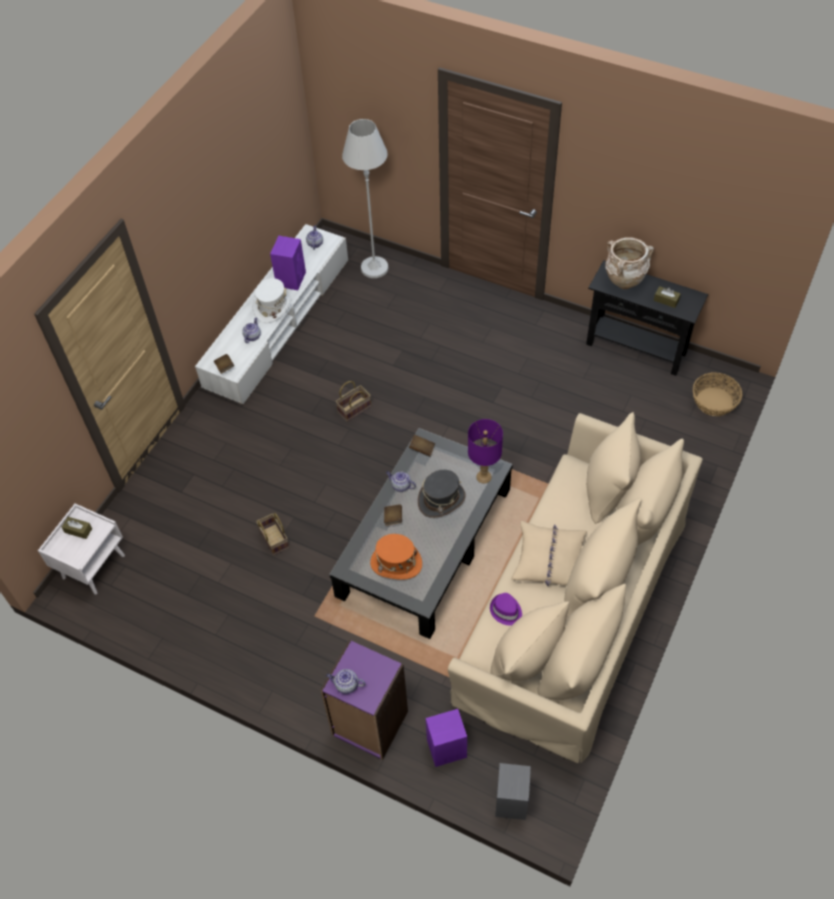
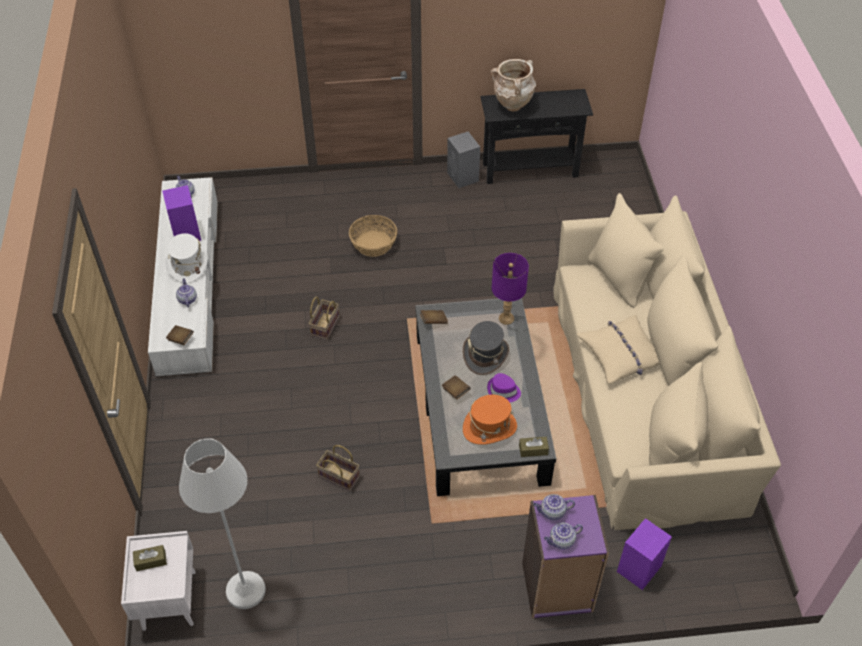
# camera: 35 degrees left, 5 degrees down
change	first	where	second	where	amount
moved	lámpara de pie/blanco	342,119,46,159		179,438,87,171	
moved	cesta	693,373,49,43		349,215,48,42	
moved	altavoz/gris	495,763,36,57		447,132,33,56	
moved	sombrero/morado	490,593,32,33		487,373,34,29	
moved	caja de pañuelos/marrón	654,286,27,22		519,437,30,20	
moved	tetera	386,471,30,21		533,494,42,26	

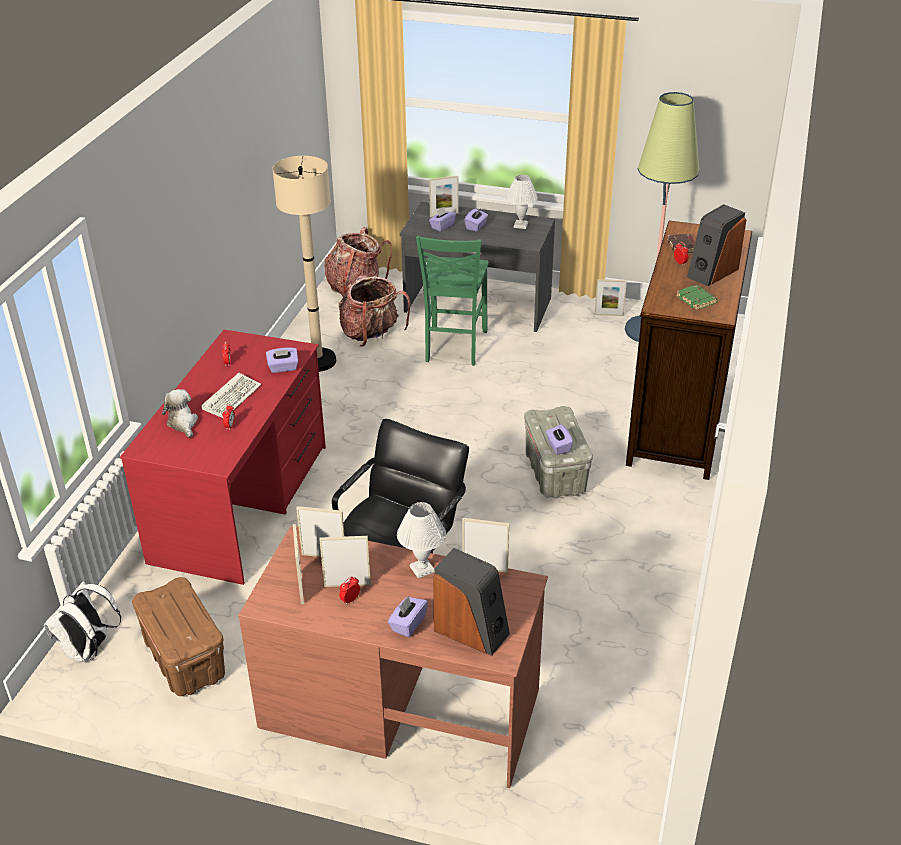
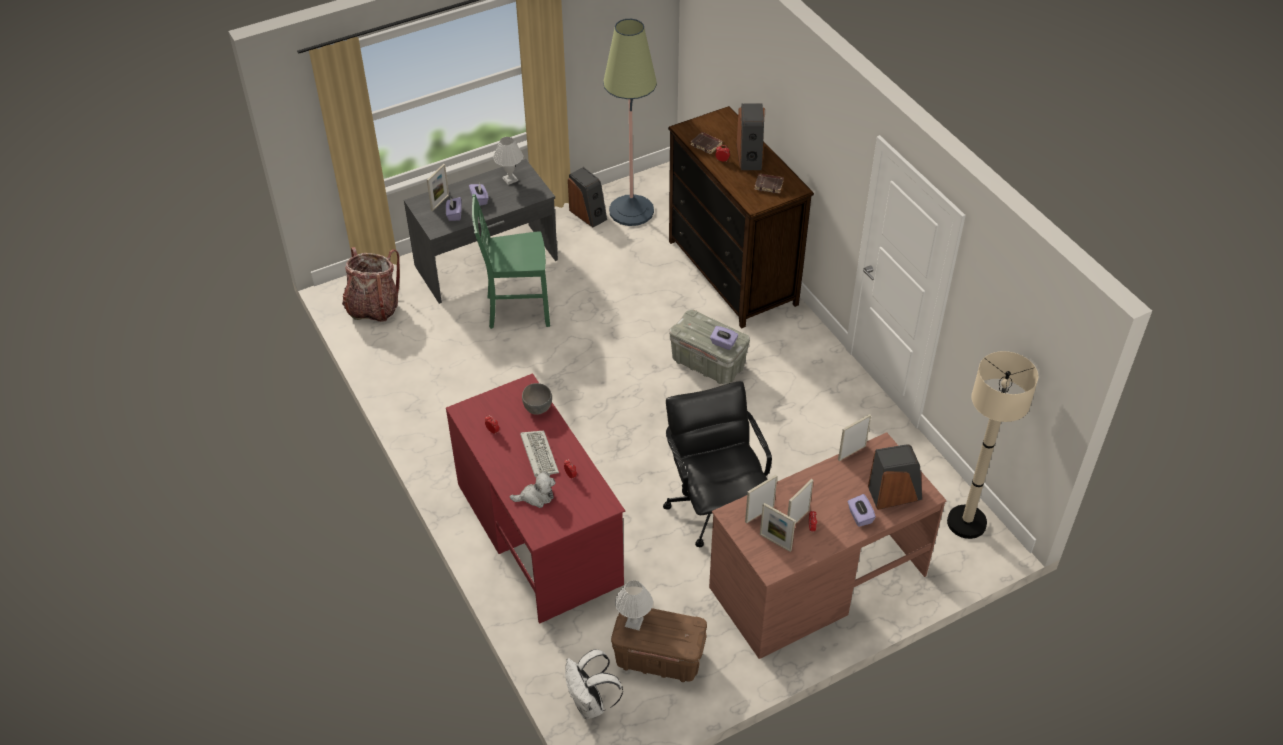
# camera: 45 degrees left, 10 degrees up
change	first	where	second	where	amount
turned	silla/verde	416,236,73,130		472,194,78,135	120 degrees clockwise
turned	peluche	162,389,36,49		510,471,45,37	150 degrees clockwise
replaced	caja de pañuelos/morado	266,347,32,26	cuenco/gris	522,383,30,32	
replaced	portarretratos	595,279,32,37	altavoz	568,167,39,61	
moved	lámpara de mesa/blanco	397,502,49,76		615,580,38,50	
recoloured	libro/verde	676,285,42,25	libro/marrón	754,174,30,20	
moved	lámpara de pie/beis	272,156,64,216		947,351,91,188	
removed	mochila	339,275,72,72			

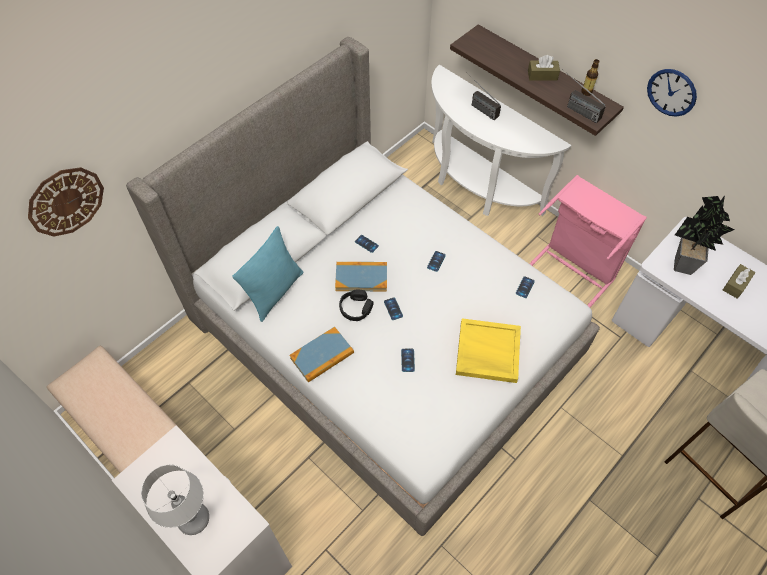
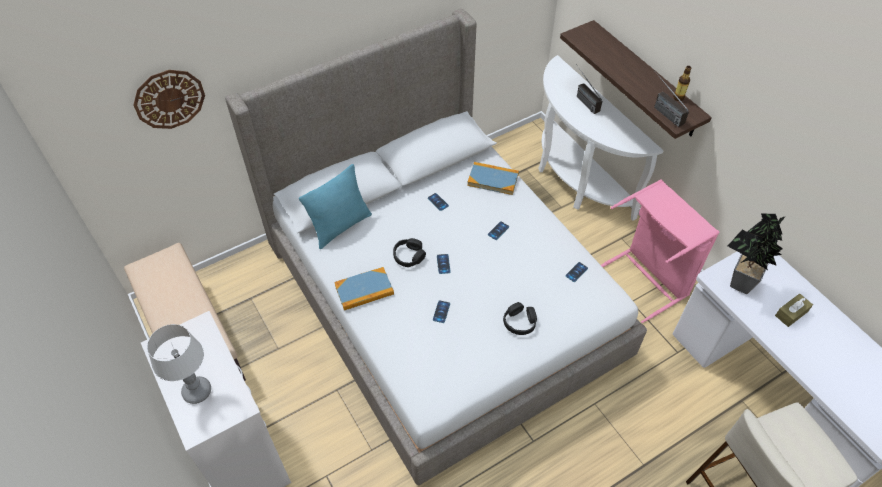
# camera: 15 degrees right, 5 degrees down
change	first	where	second	where	amount
moved	libro	335,262,52,29		467,162,52,33	
replaced	bandeja/amarillo	456,318,65,65	auriculares/negro	503,302,34,33	
removed	caja de pañuelos/marrón	528,55,32,26			
removed	reloj de pared	647,69,50,48			

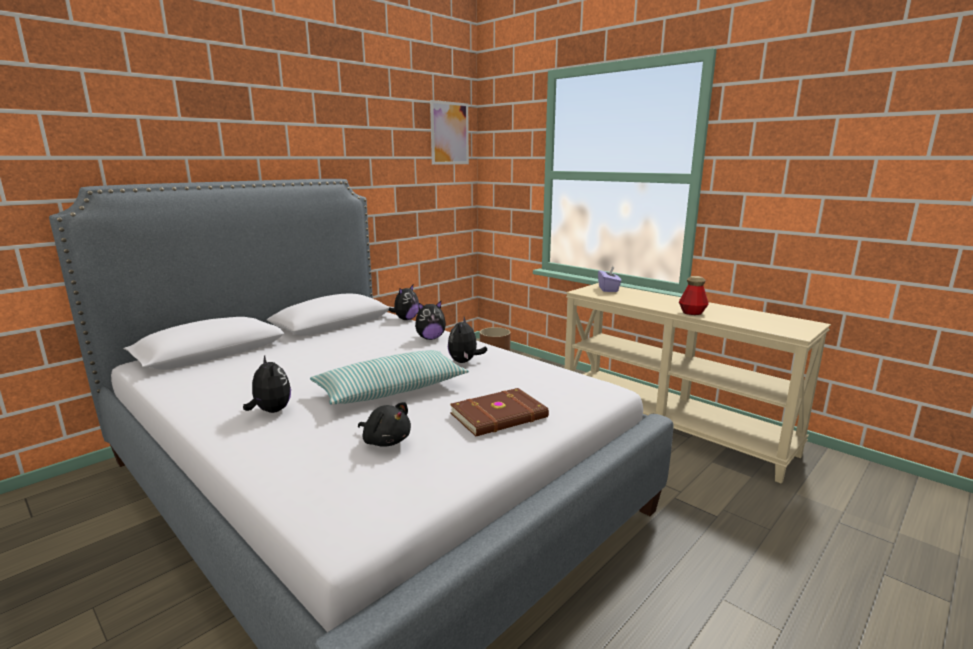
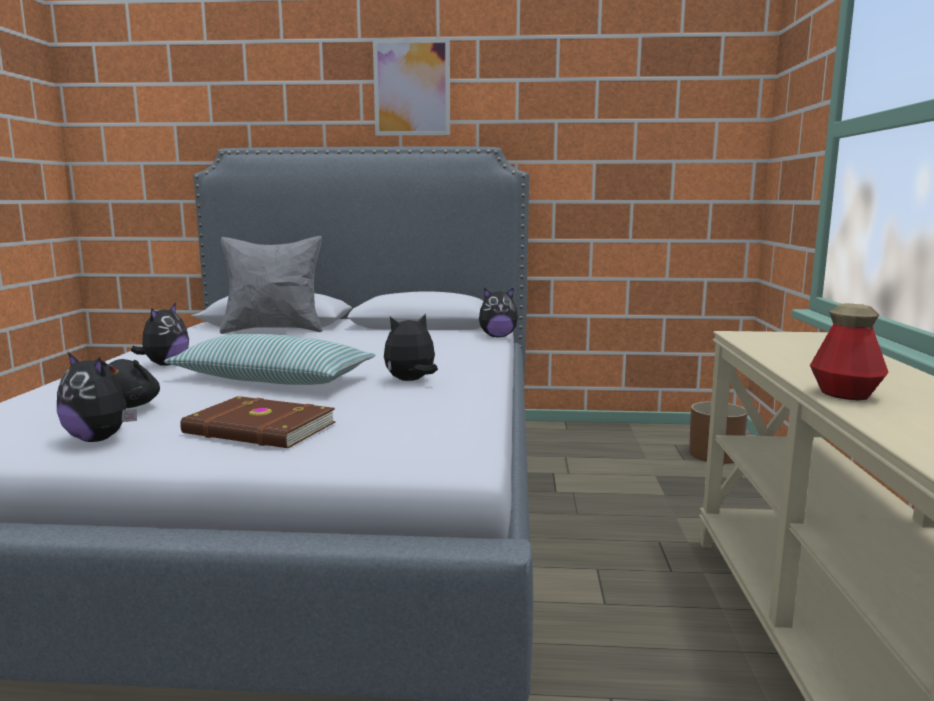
# camera: 50 degrees right, 5 degrees down
change	first	where	second	where	amount
moved	peluche	415,301,31,39		57,351,80,91	
added			cojín/gris	220,236,103,98	
moved	cuadro	430,100,39,65		373,38,77,98	
removed	caja de pañuelos/morado	598,266,23,26			

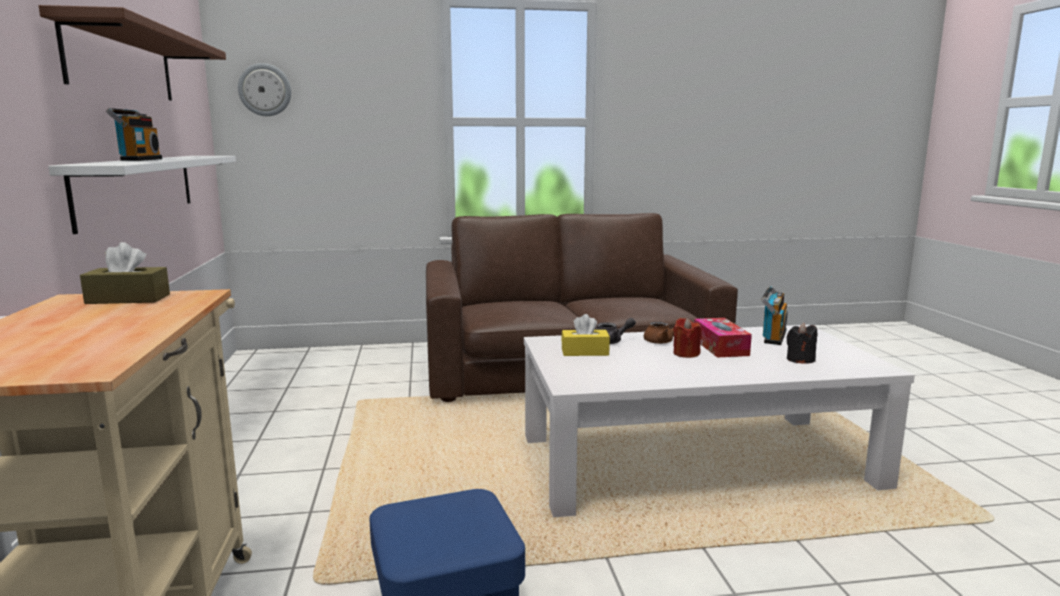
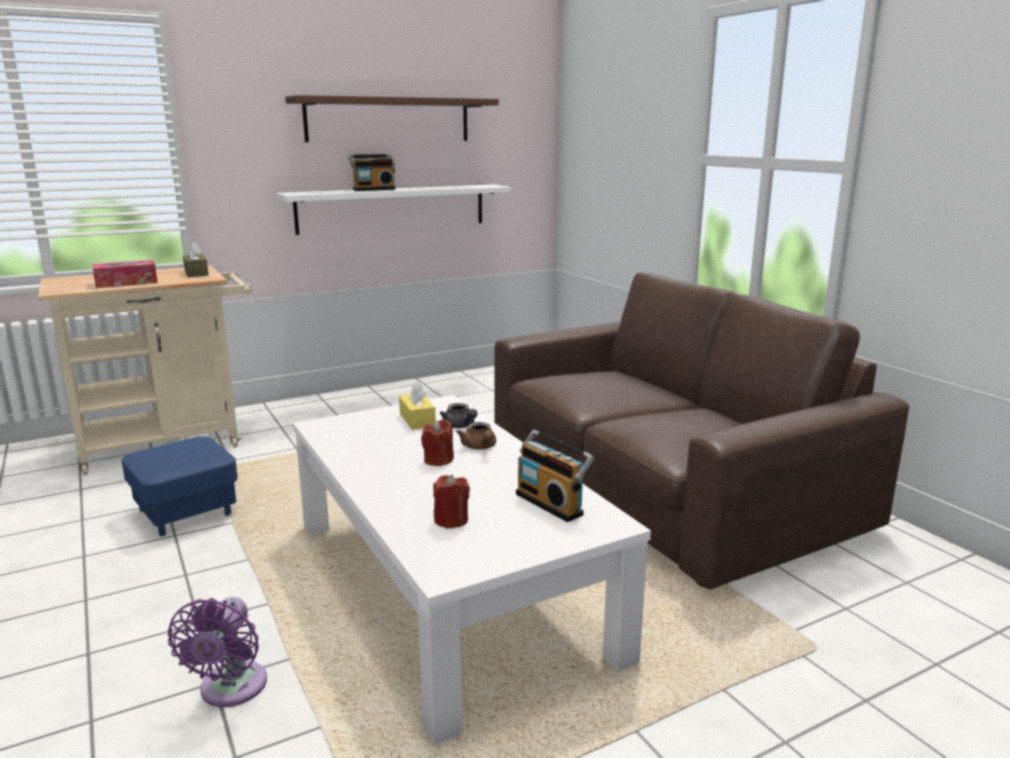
# camera: 70 degrees right, 5 degrees up
change	first	where	second	where	amount
moved	caja de pañuelos	694,318,58,39		92,260,66,28	
added			ventilador/morado	168,597,99,110	
recoloured	vela/negro	787,323,30,40	vela/rojo	433,474,37,55	
turned	radio	761,286,26,59		516,430,78,92	45 degrees clockwise
removed	reloj de pared	238,63,53,53			

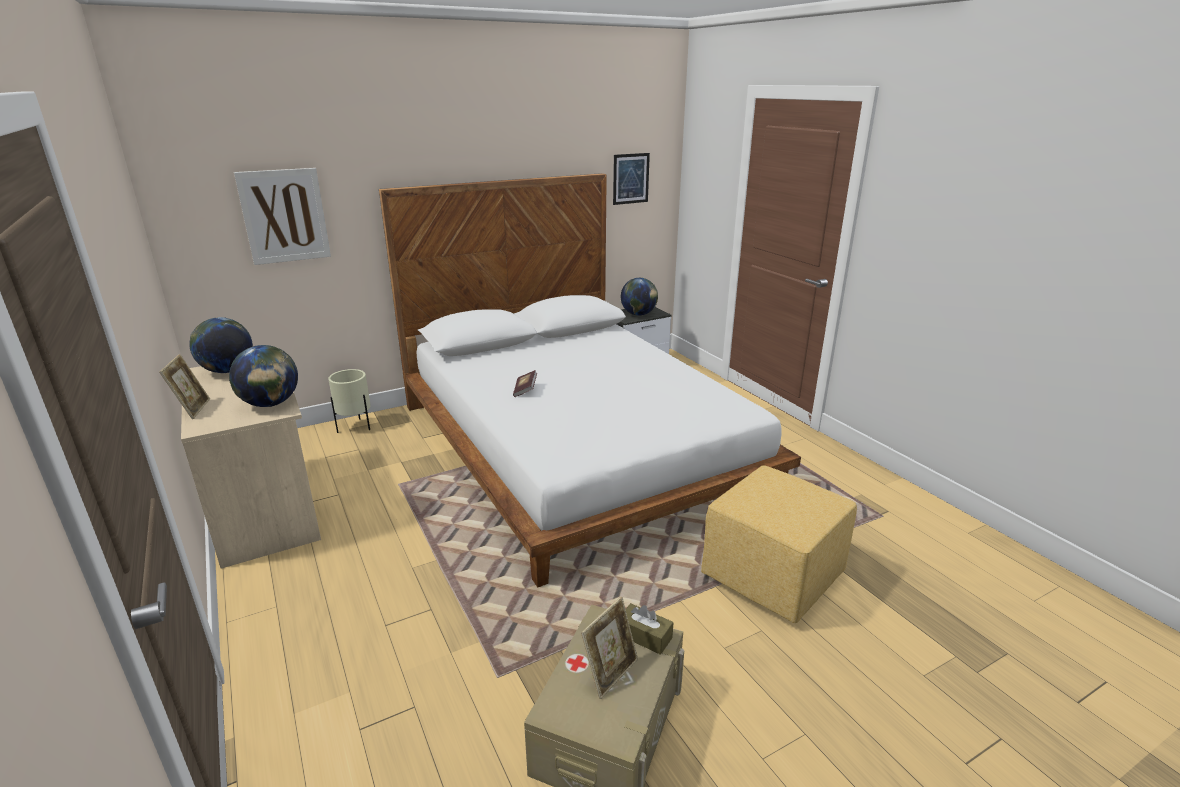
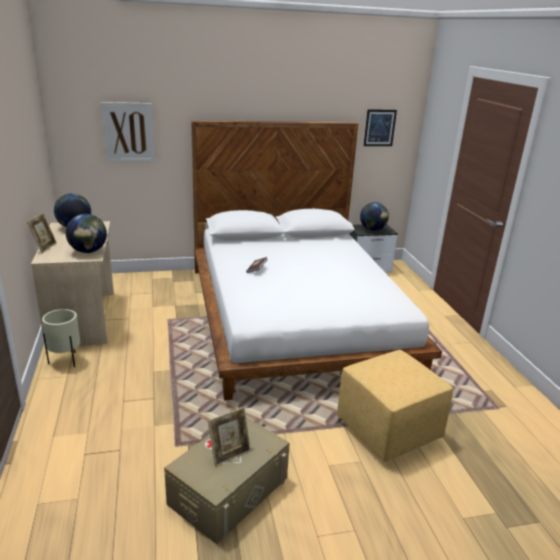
# camera: 15 degrees right, 0 degrees up
change	first	where	second	where	amount
moved	maceta/beis	328,369,43,64		42,309,38,58	
removed	caja de pañuelos/marrón	626,603,48,52			

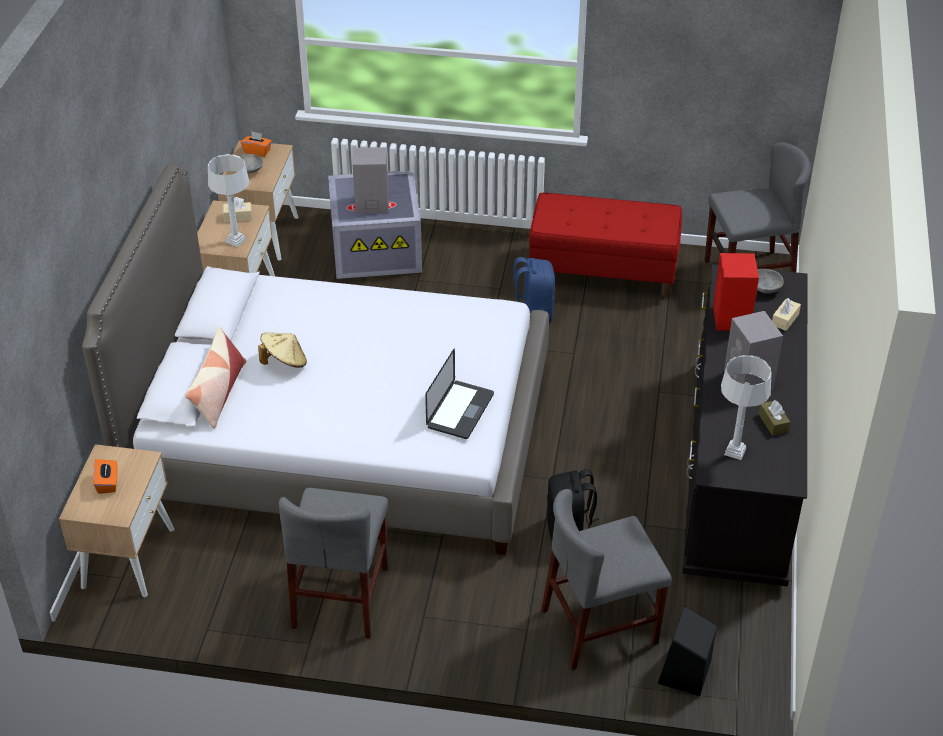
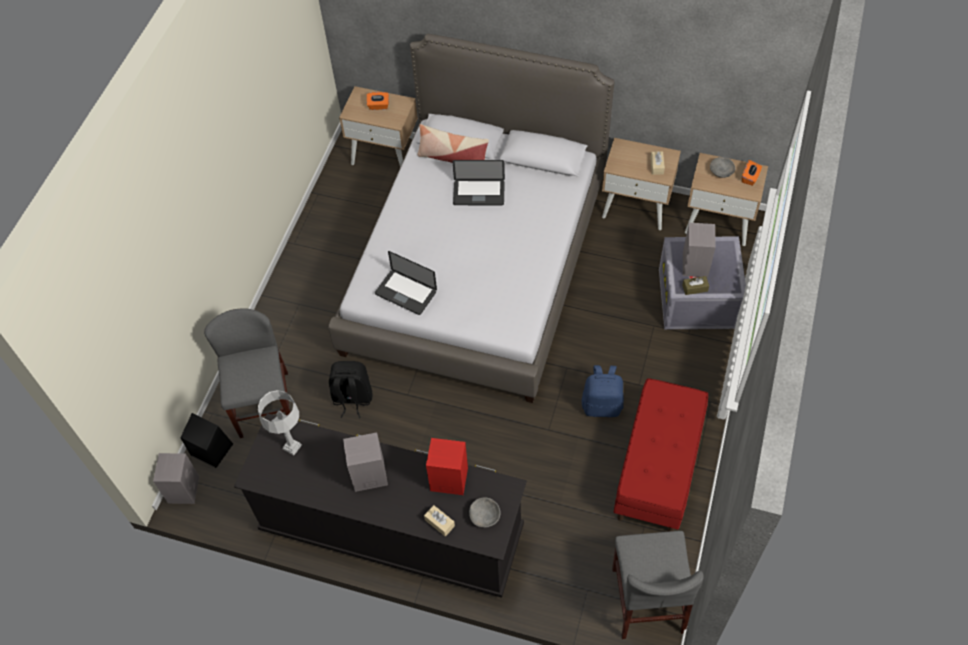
# camera: 100 degrees right, 15 degrees up
change	first	where	second	where	amount
added			altavoz/gris	153,453,46,51	
replaced	sombrero/beis	258,332,49,36	portátil	453,160,52,45	
moved	caja de pañuelos/marrón	758,400,32,36		682,276,27,19	
removed	lámpara de mesa/gris	208,154,41,93			
removed	silla/gris	279,488,109,151			

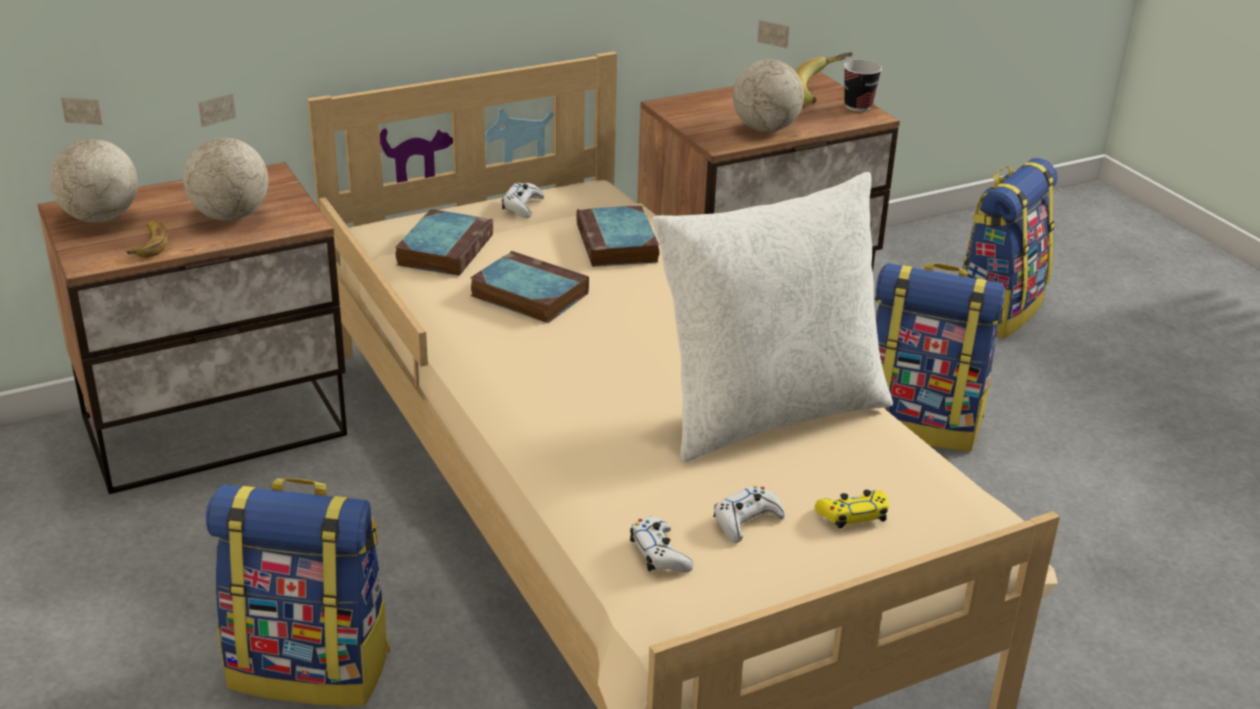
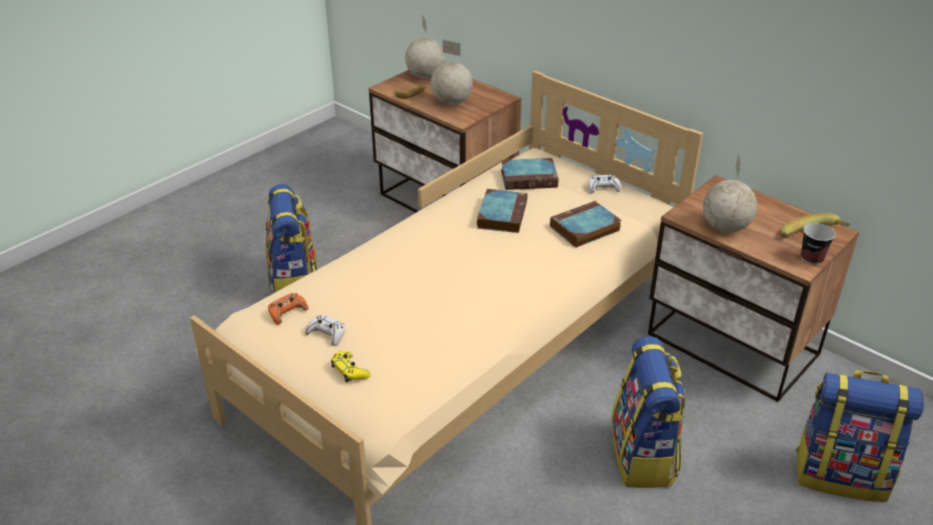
# camera: 70 degrees right, 5 degrees up
change	first	where	second	where	amount
recoloured	mando de consola/blanco	630,517,63,56	mando de consola/naranja	268,293,40,32	
removed	cojín/blanco	652,172,241,290			

